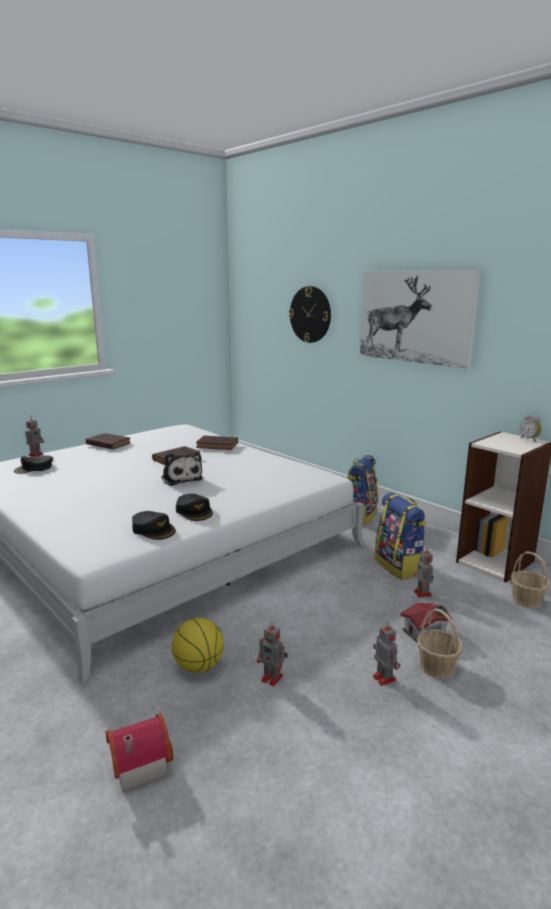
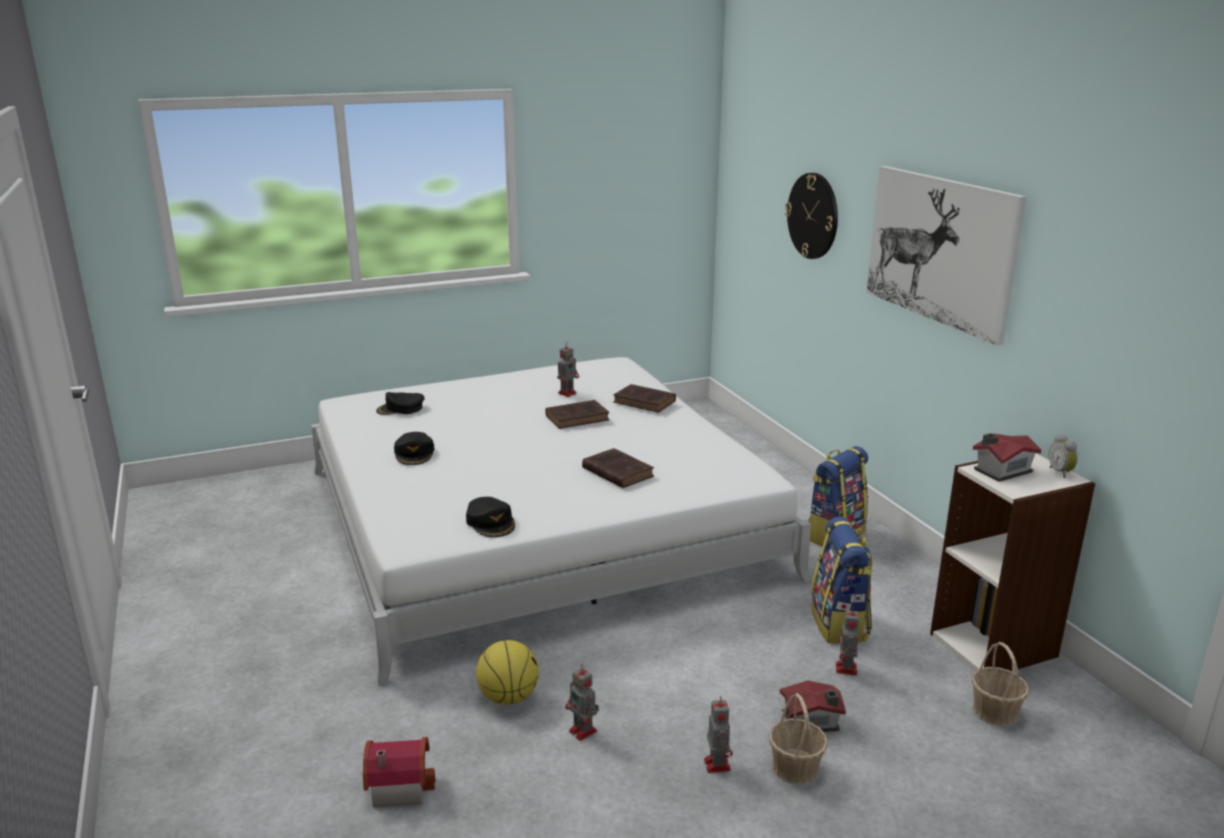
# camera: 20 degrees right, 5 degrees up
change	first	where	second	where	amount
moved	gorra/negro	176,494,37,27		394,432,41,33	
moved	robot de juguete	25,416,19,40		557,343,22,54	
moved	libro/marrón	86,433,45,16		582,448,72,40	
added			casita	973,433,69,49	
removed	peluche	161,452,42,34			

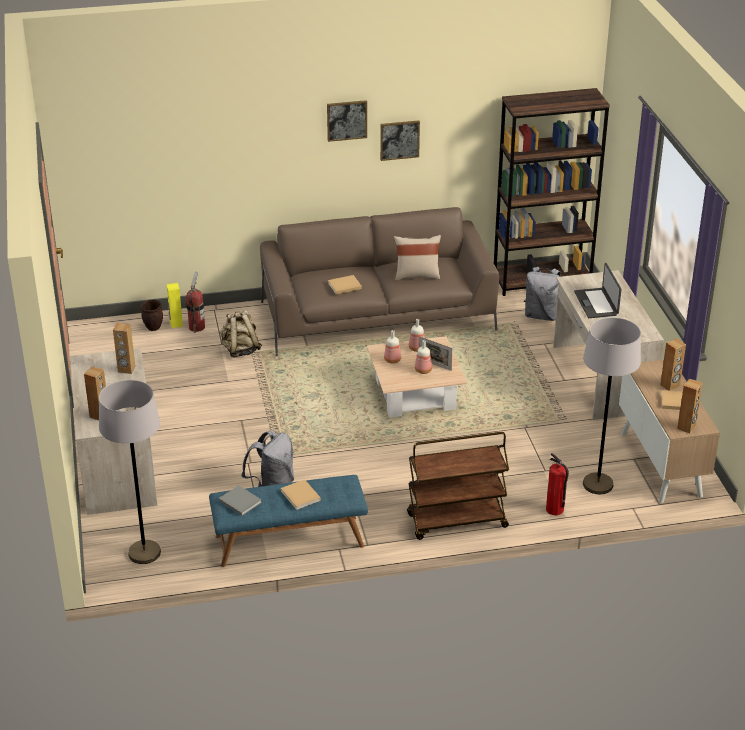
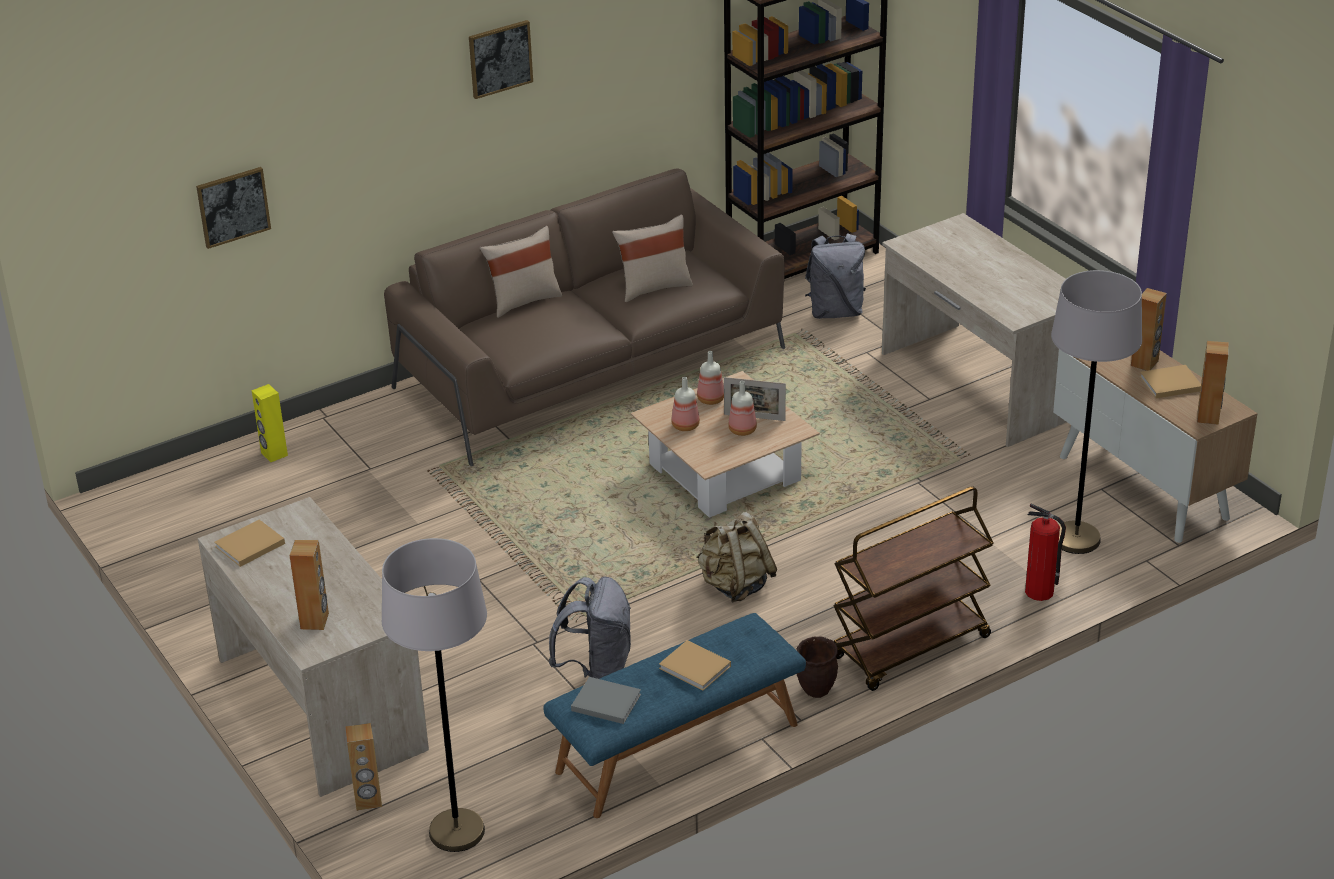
# camera: 20 degrees left, 0 degrees up
change	first	where	second	where	amount
moved	cuadro	380,120,40,41		196,167,75,82	
moved	libro/beis	328,275,34,19		214,519,71,48	
moved	altavoz/marrón	113,323,23,51		345,723,37,88	
added			cojín/beis	480,226,82,92	
moved	mochila/beis	220,310,42,48		696,512,81,90	
moved	maceta/marrón	141,300,22,31		797,636,41,62	
removed	extintor	186,272,19,61			
removed	portátil	574,263,48,55			

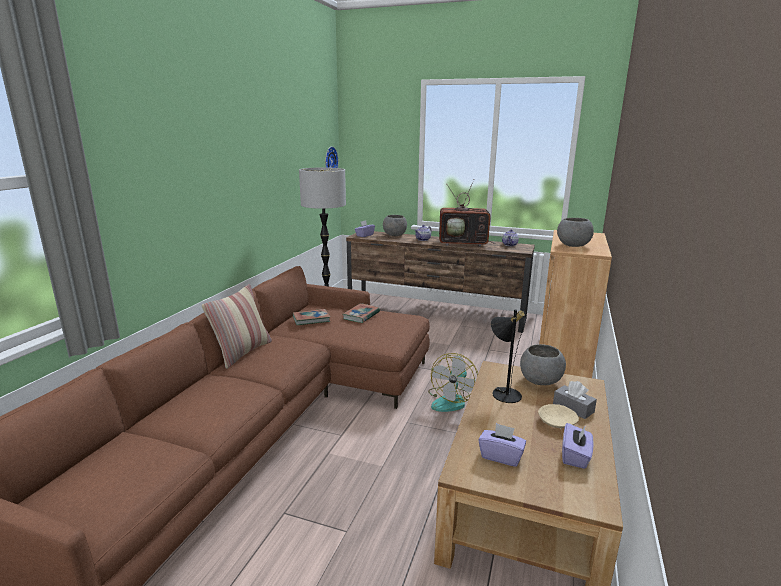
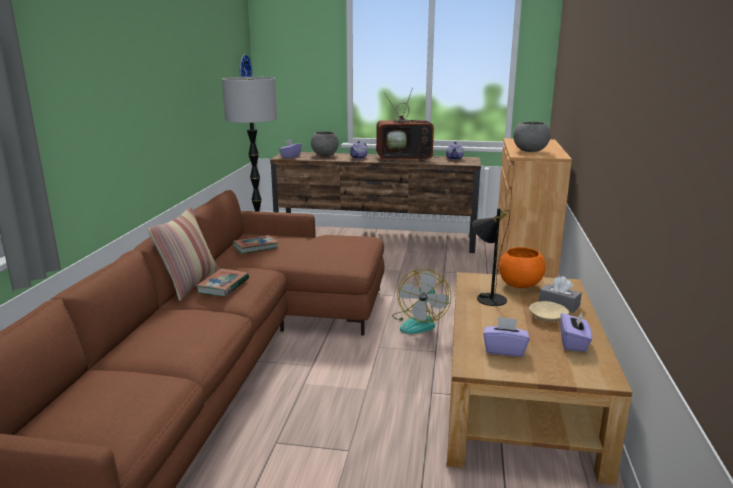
# camera: 10 degrees left, 0 degrees up
change	first	where	second	where	amount
moved	libro	343,303,37,20		196,269,53,27	
recoloured	cuenco/gris	520,344,46,41	cuenco/naranja	499,247,47,41	

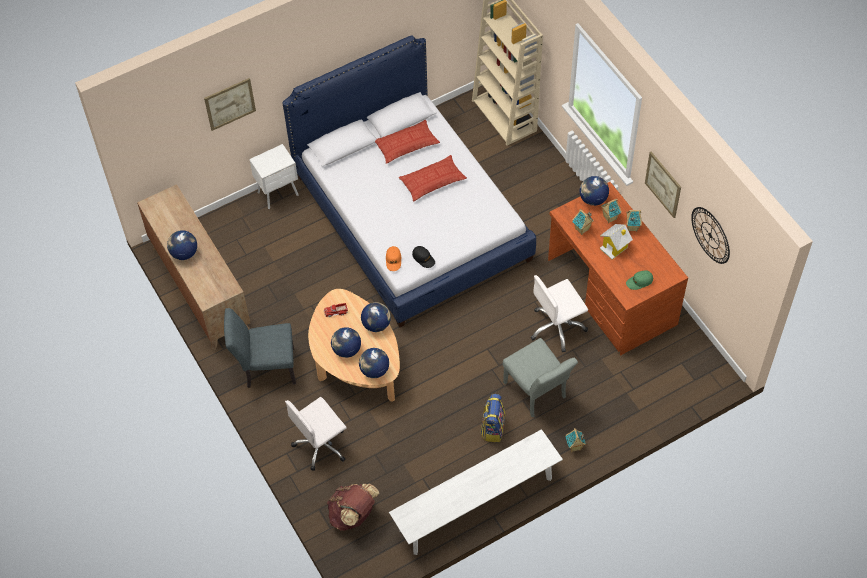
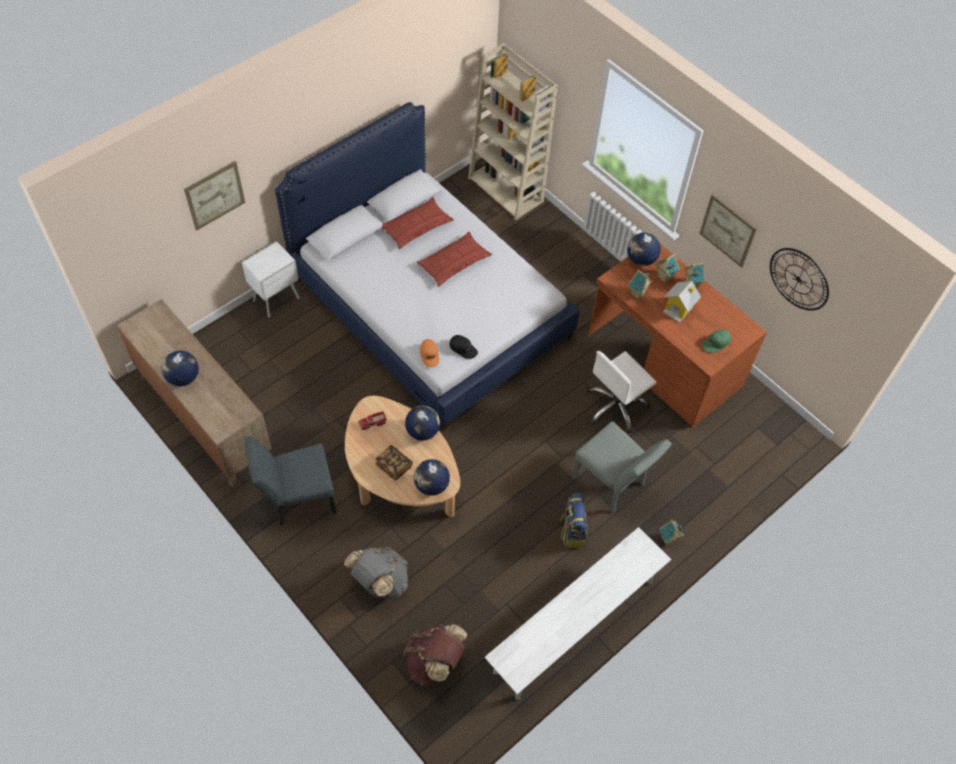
# camera: 15 degrees left, 0 degrees up
change	first	where	second	where	amount
replaced	silla de oficina/blanco	285,397,62,74	mochila/gris	344,546,64,53	
replaced	globo terráqueo	331,327,30,31	libro	375,445,38,35	

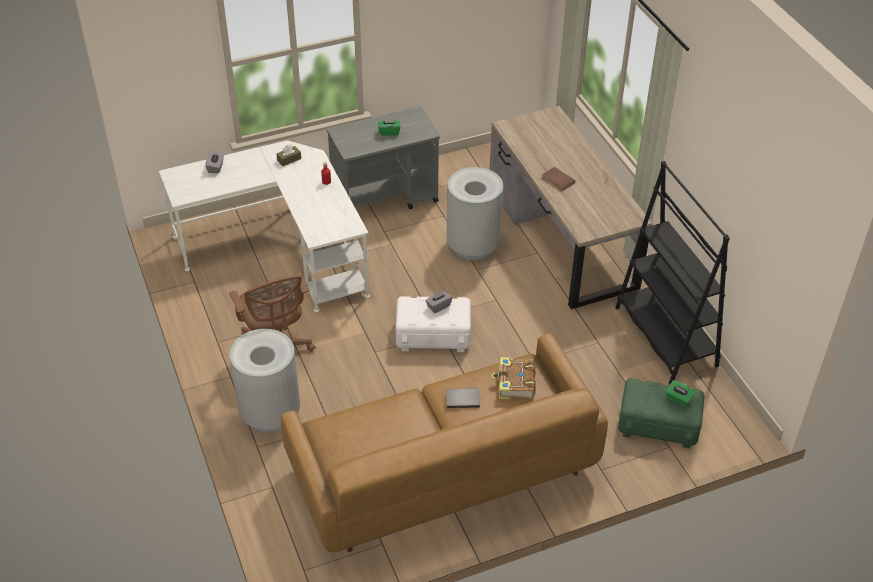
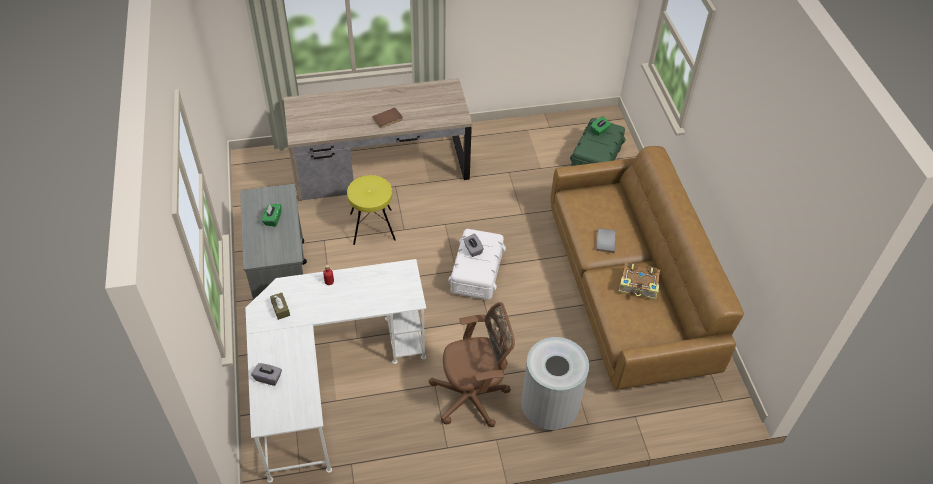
# camera: 80 degrees left, 5 degrees up
change	first	where	second	where	amount
replaced	papelera/gris	447,167,57,93	taburete/amarillo	347,175,49,70	
moved	libro	492,357,44,42		619,262,41,38	
removed	estantería/negro	615,161,115,223			

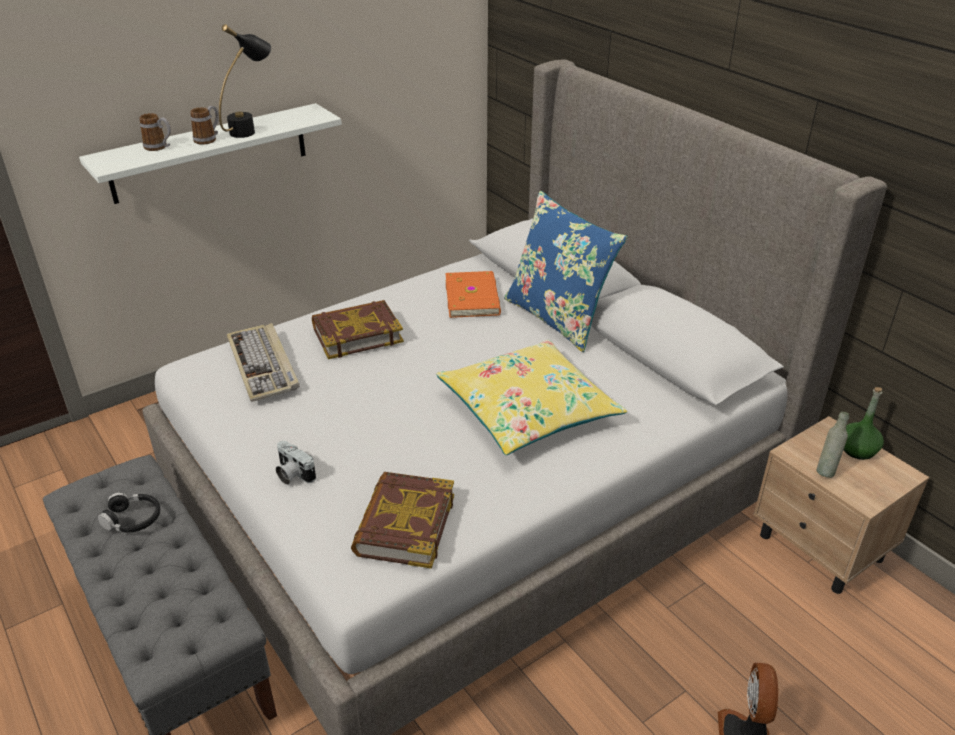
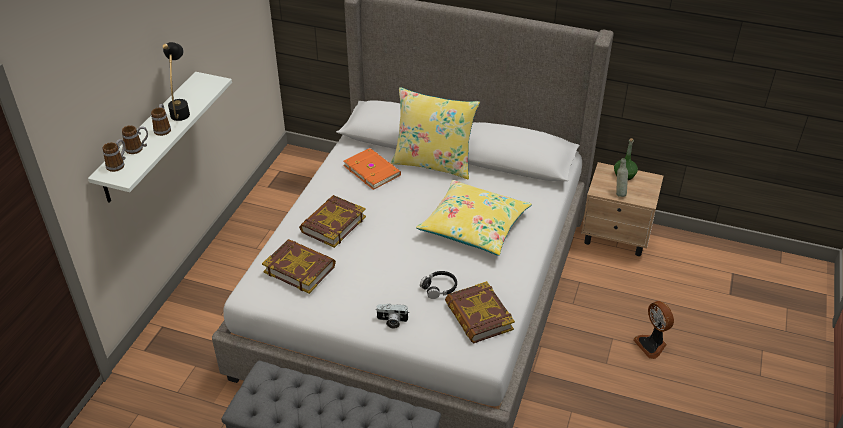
# camera: 35 degrees left, 5 degrees up
change	first	where	second	where	amount
added			taza grande	103,139,23,33	
replaced	teclado	227,323,72,79	libro	262,239,74,55	
recoloured	cojín/azul	504,191,123,161	cojín/amarillo	391,87,89,92	
moved	auriculares/negro	97,493,63,40		420,271,37,28	

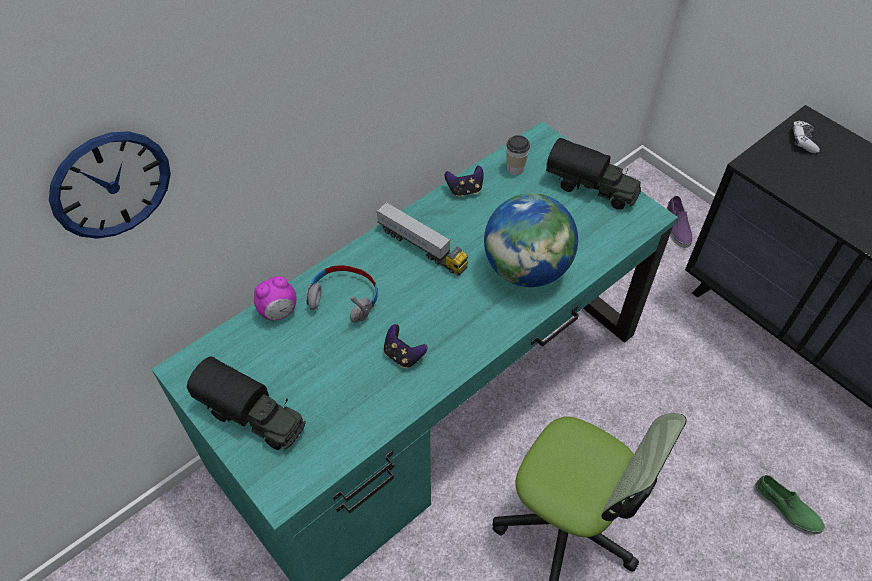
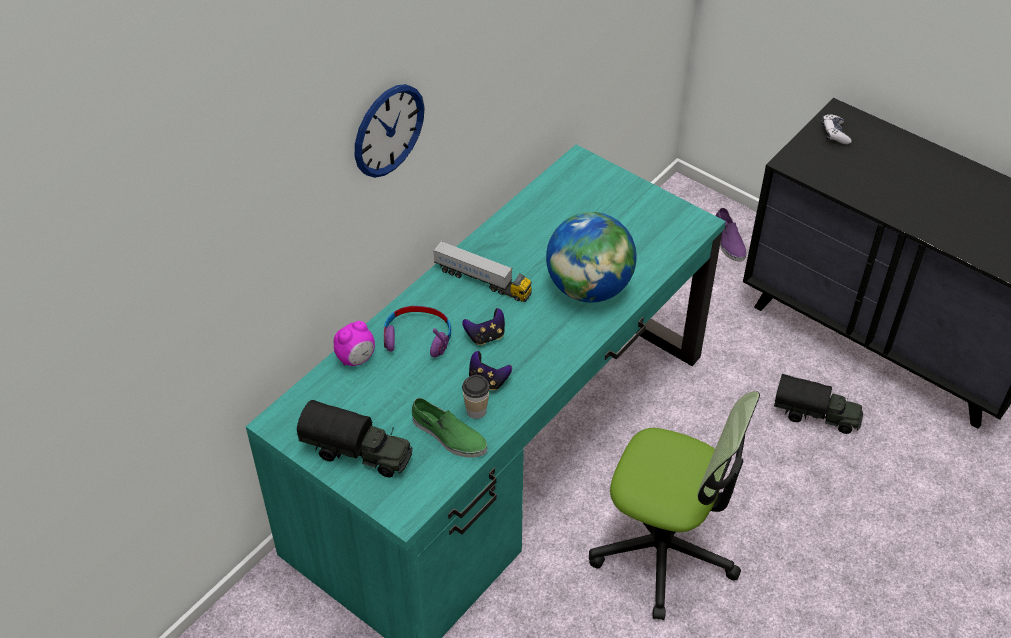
# camera: 10 degrees left, 5 degrees down
change	first	where	second	where	amount
moved	reloj de pared	49,131,122,108		355,84,70,94	
recoloured	auriculares/gris	306,265,72,58	auriculares/morado	384,306,67,51	
moved	zapato/verde	754,475,71,59		412,398,75,60	
moved	mando de consola	445,166,39,31		462,308,43,37	
moved	taza	506,135,24,40		462,375,28,44	
moved	camión de juguete	546,138,95,72		774,374,89,60	

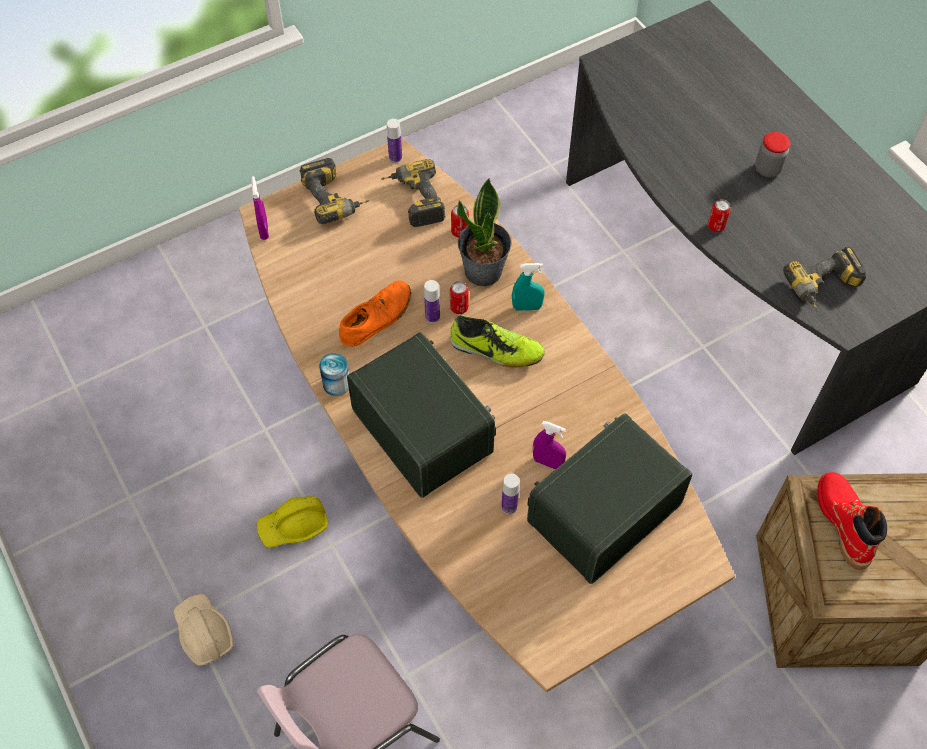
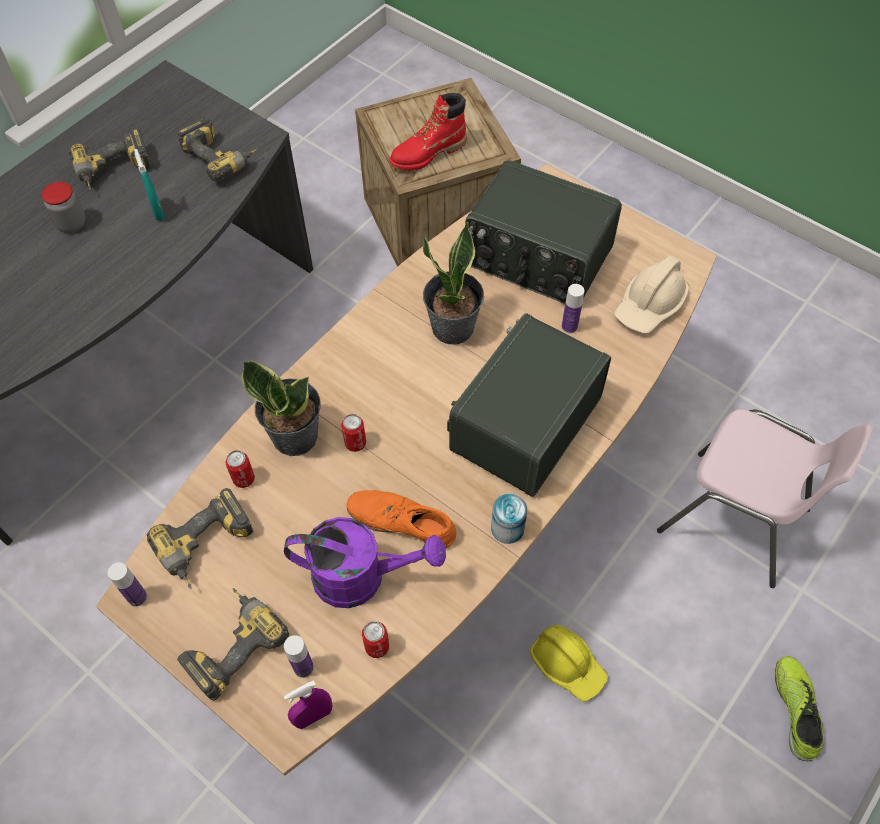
# camera: 110 degrees left, 0 degrees up
change	first	where	second	where	amount
added			taladro	69,128,82,62	
moved	pulverizador/turquesa	512,263,33,48		134,149,31,72	
added			regadera/morado	284,517,162,91	
moved	botella	424,280,16,43		284,635,30,43	
moved	lata	708,199,23,33		362,621,27,37	
added			planta en maceta	423,222,61,123	
moved	casco/beis	174,594,60,72		614,255,75,79	
moved	zapato	450,315,95,53		775,656,49,105	
removed	pulverizador/morado	533,421,33,49			

